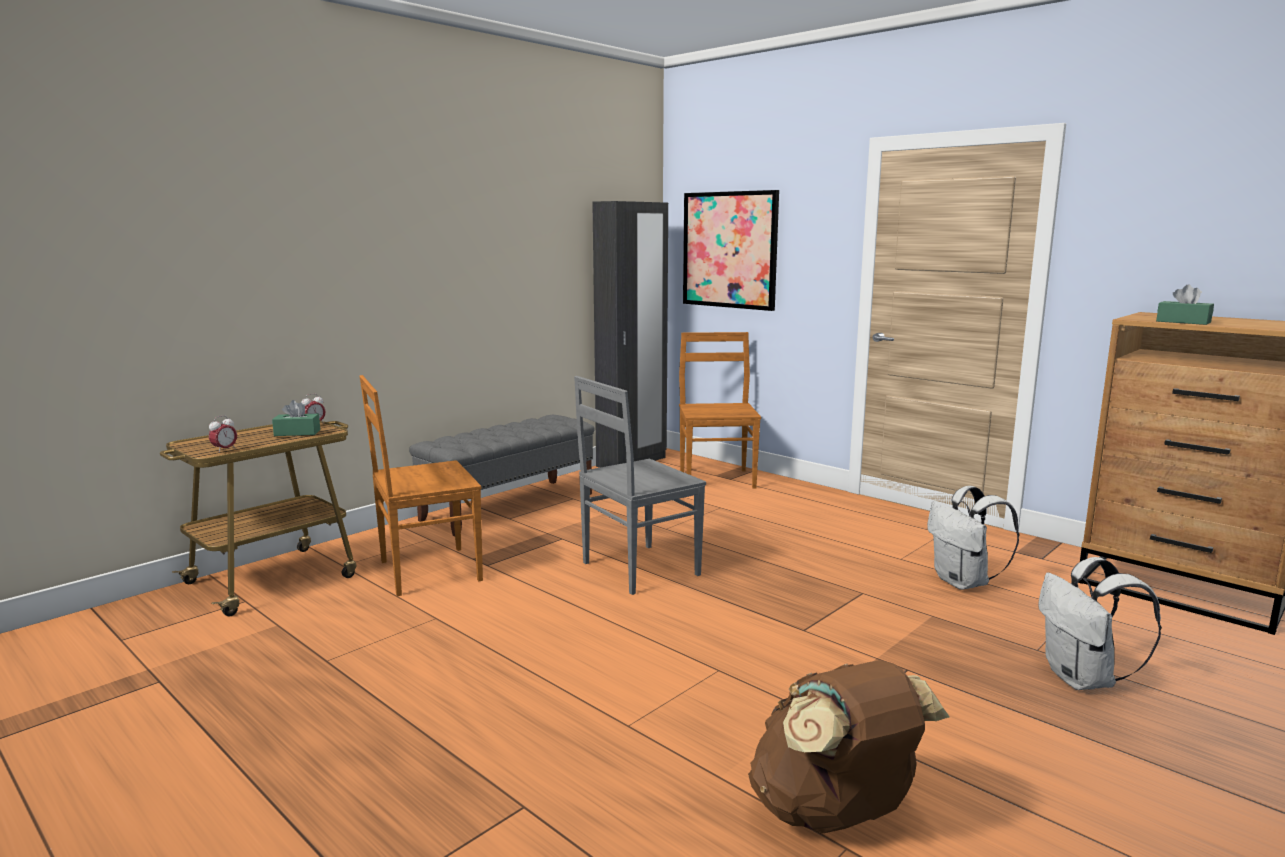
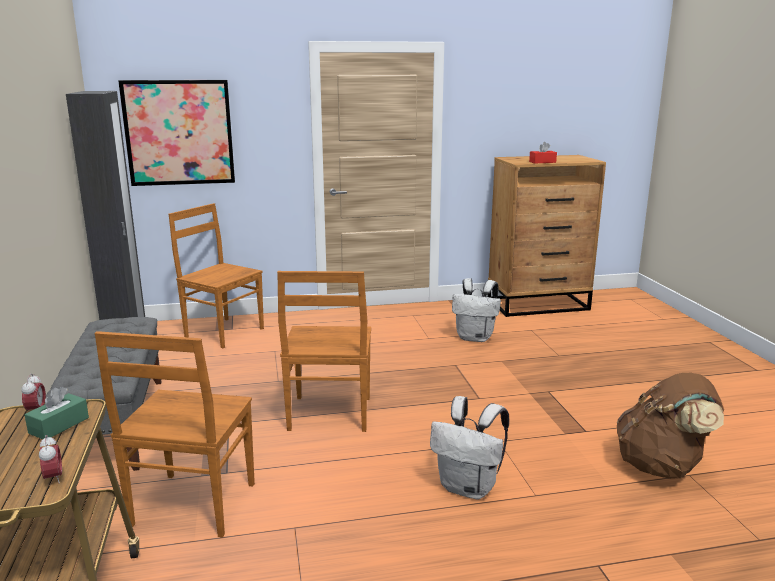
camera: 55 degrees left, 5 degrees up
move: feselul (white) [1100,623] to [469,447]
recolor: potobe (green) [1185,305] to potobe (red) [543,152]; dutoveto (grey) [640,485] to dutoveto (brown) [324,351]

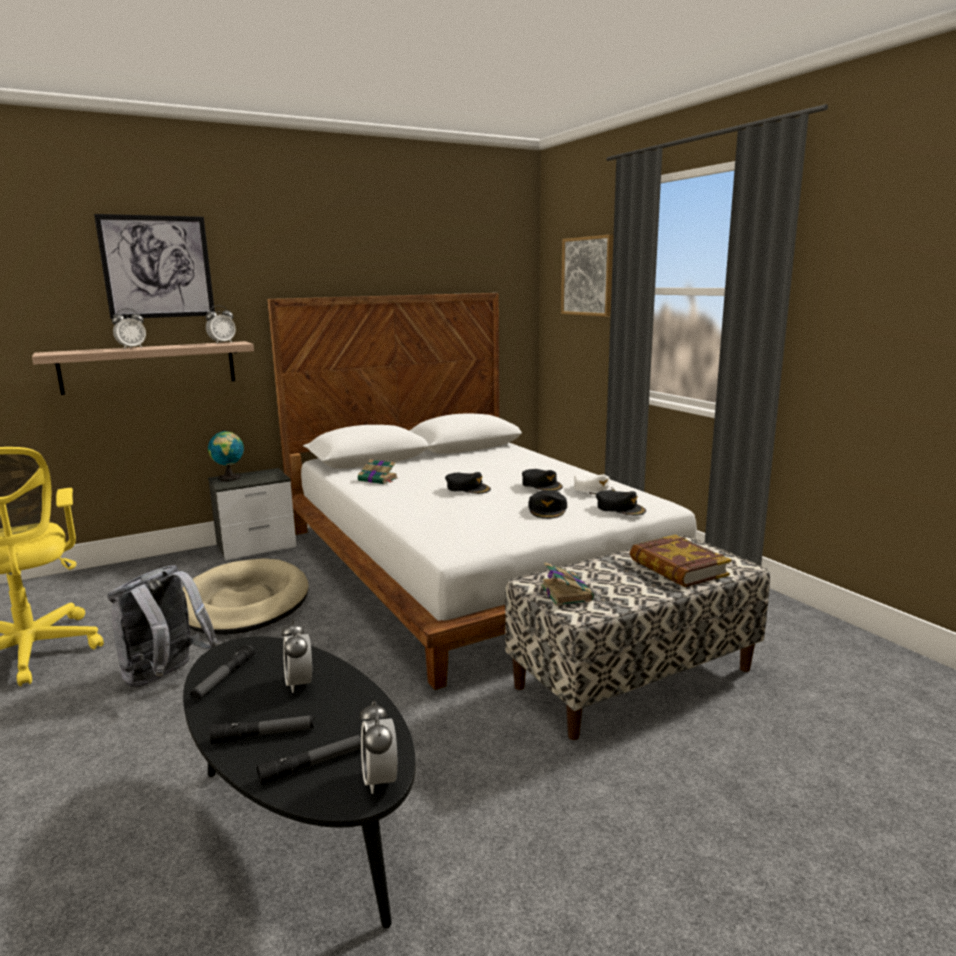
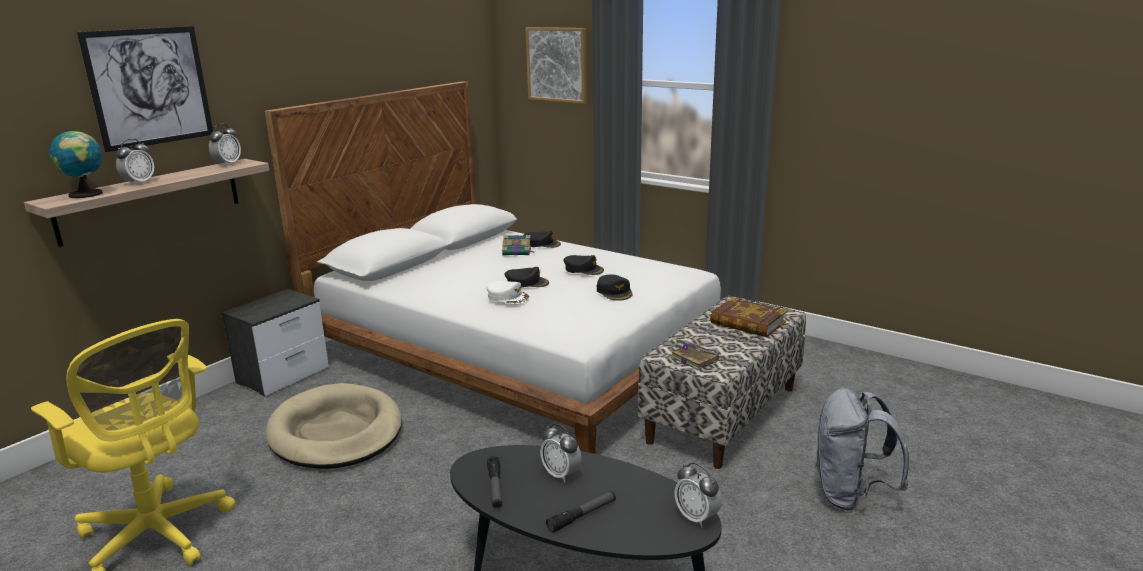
camera: 25 degrees left, 5 degrees up
delete: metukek [309,759]
move: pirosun [226,455] to [76,164]; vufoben [378,471] to [518,245]; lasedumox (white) [594,484] to [508,292]; lasedumox (black) [621,503] to [542,239]; feselul (grey) [163,626] to [861,449]

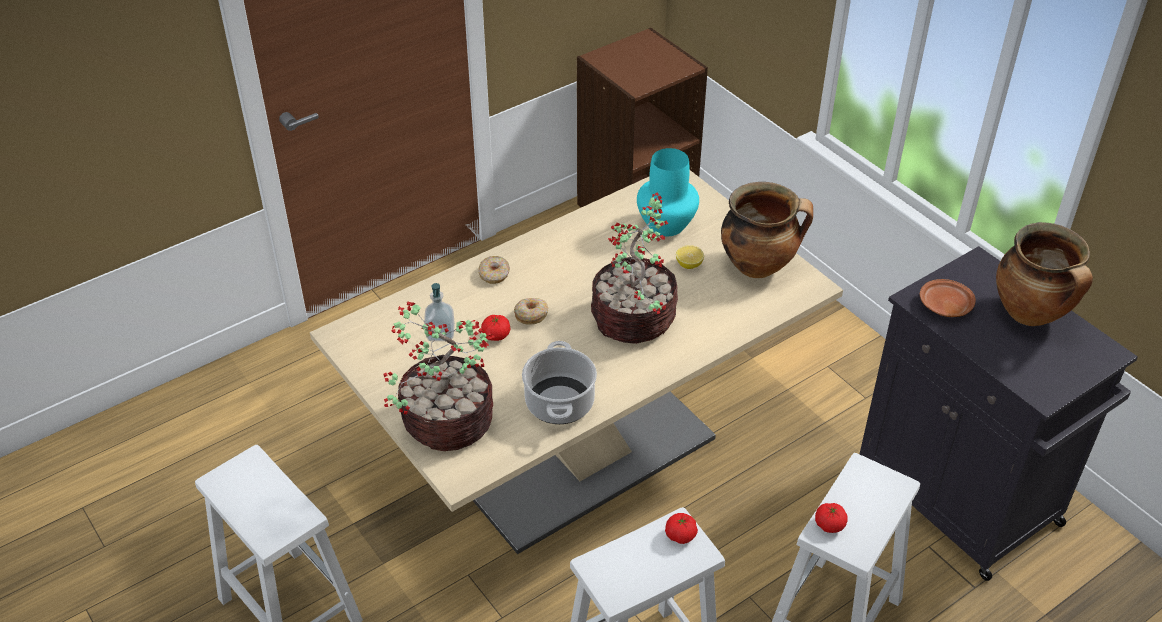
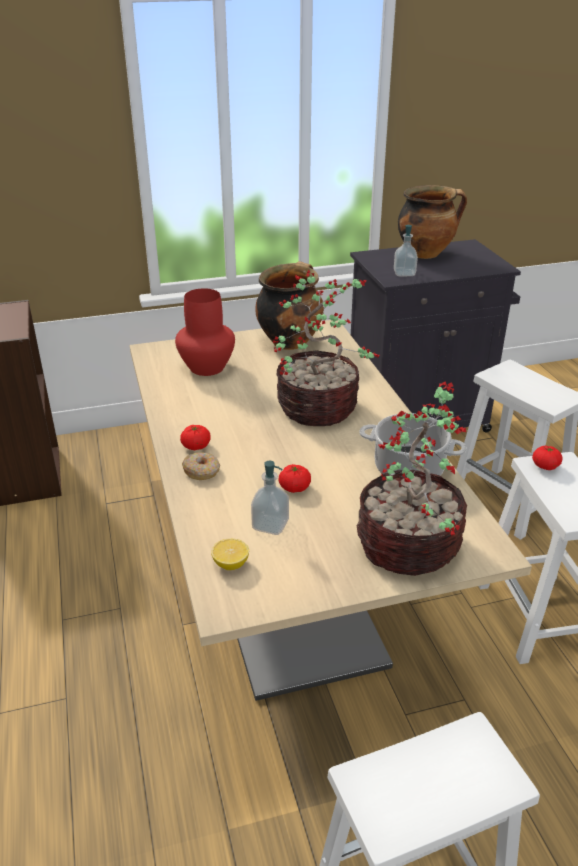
camera: 70 degrees left, 10 degrees down
delete: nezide [531,311]
move: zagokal [690,257] to [230,554]; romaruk [831,518] to [195,437]
replace: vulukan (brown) [948,298] to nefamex [406,250]
recolor: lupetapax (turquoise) [668,192] to lupetapax (red) [205,332]

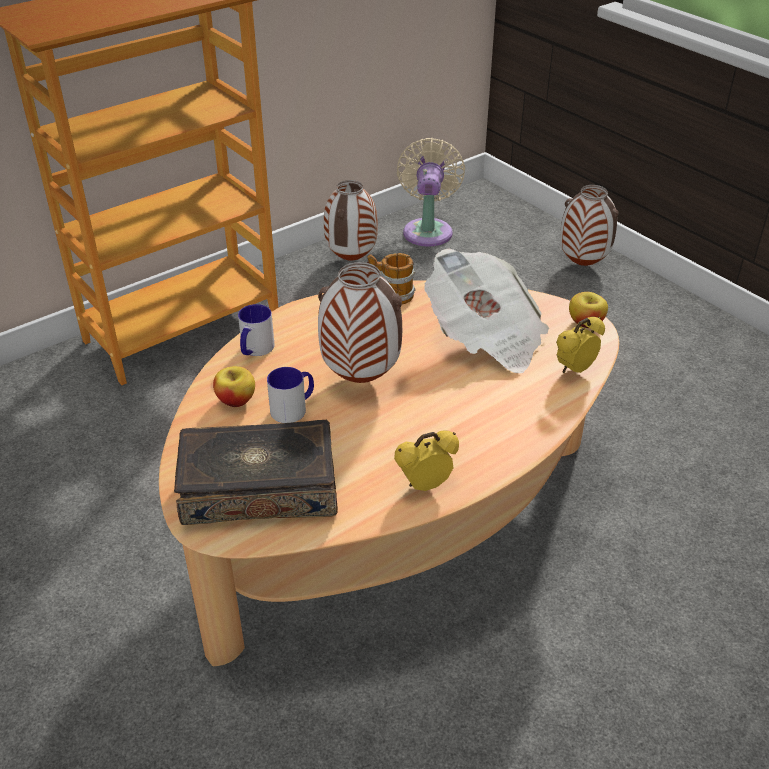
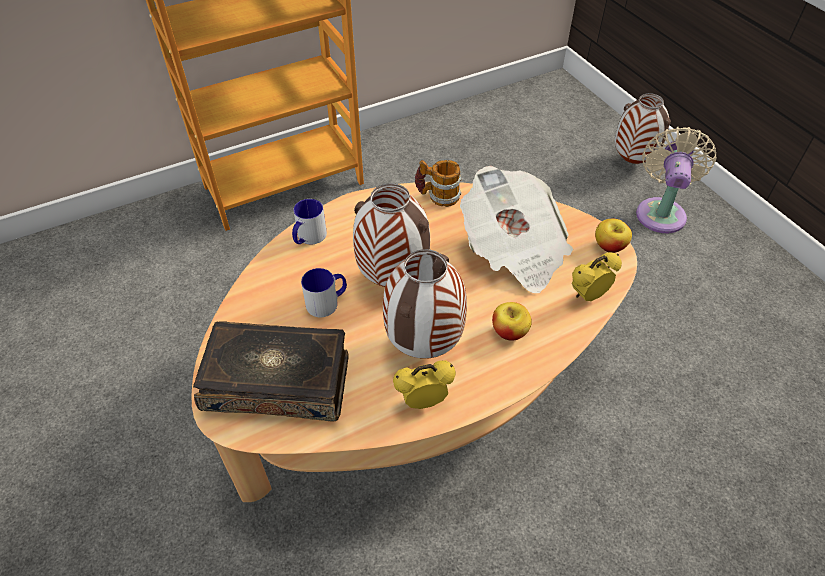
camera: 10 degrees right, 10 degrees up
move: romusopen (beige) [431,192] to [676,180]; lupetapax [351,220] to [425,304]; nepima [234,386] to [512,321]

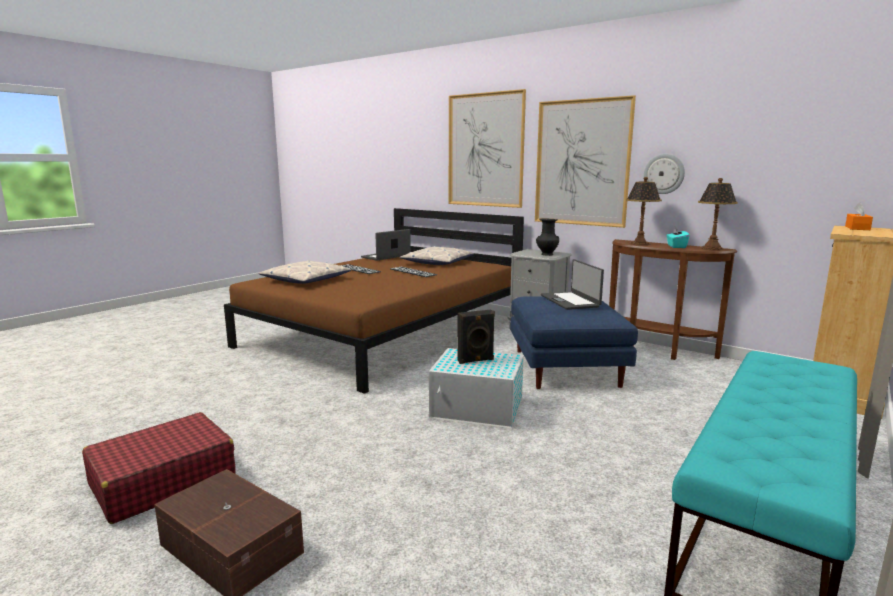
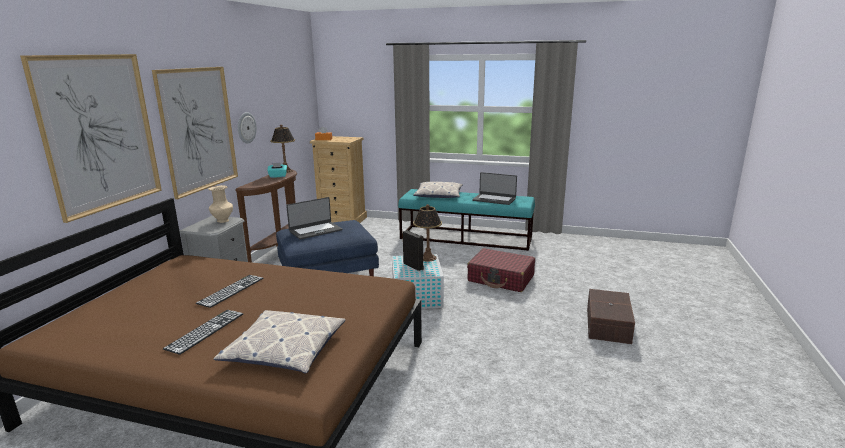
camera: 110 degrees left, 5 degrees up
move: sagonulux [644,211] to [427,232]; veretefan [386,245] to [494,188]; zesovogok [437,255] to [438,189]; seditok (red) [159,468] to [501,270]
recolor: lupetapax (black) [547,237] to lupetapax (beige) [220,204]

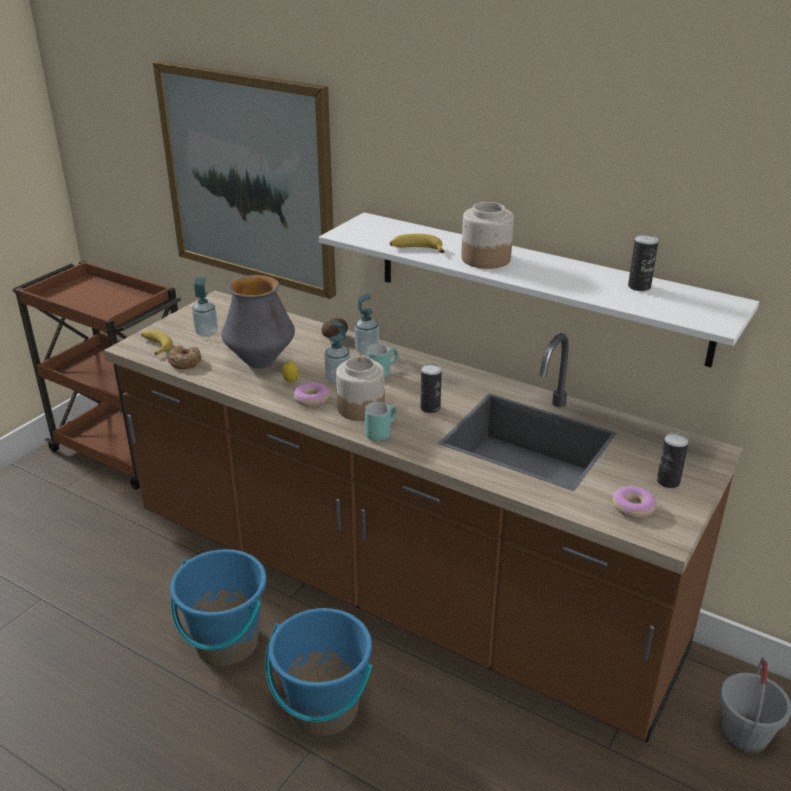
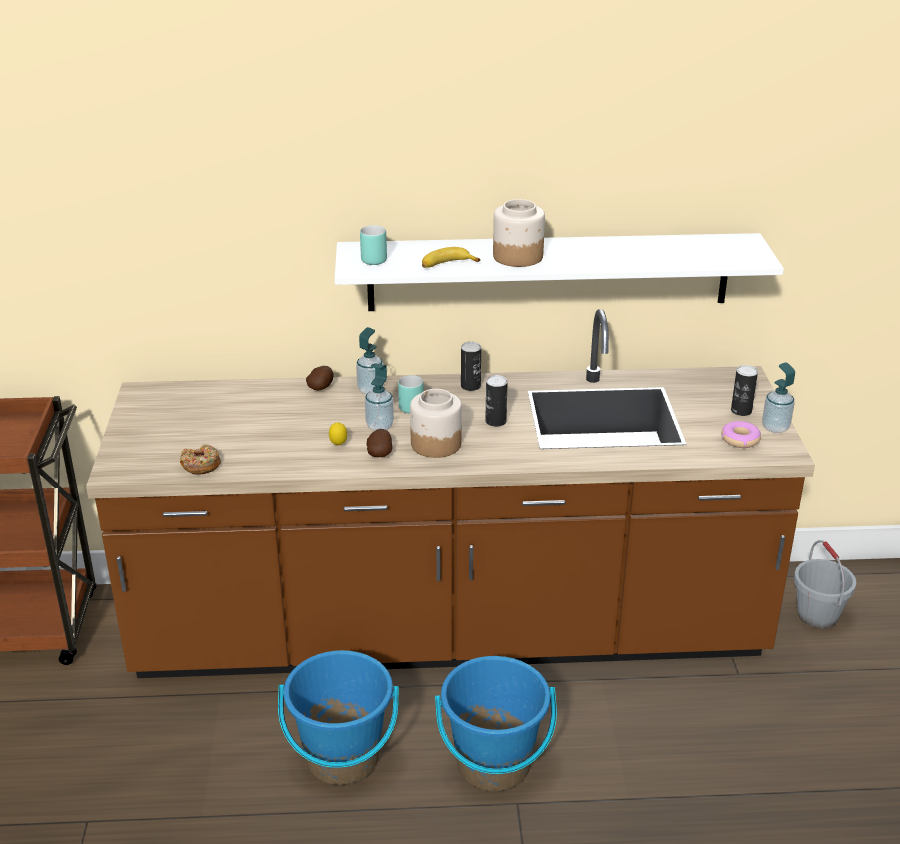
camera: 35 degrees left, 0 degrees up
delete: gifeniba [244,180]; lupetapax [258,322]; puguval [157,343]
move: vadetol [643,262] to [471,366]; nefamex [205,307] to [778,397]; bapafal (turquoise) [381,421] to [373,245]
replace: nezide [312,394] to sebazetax [379,443]

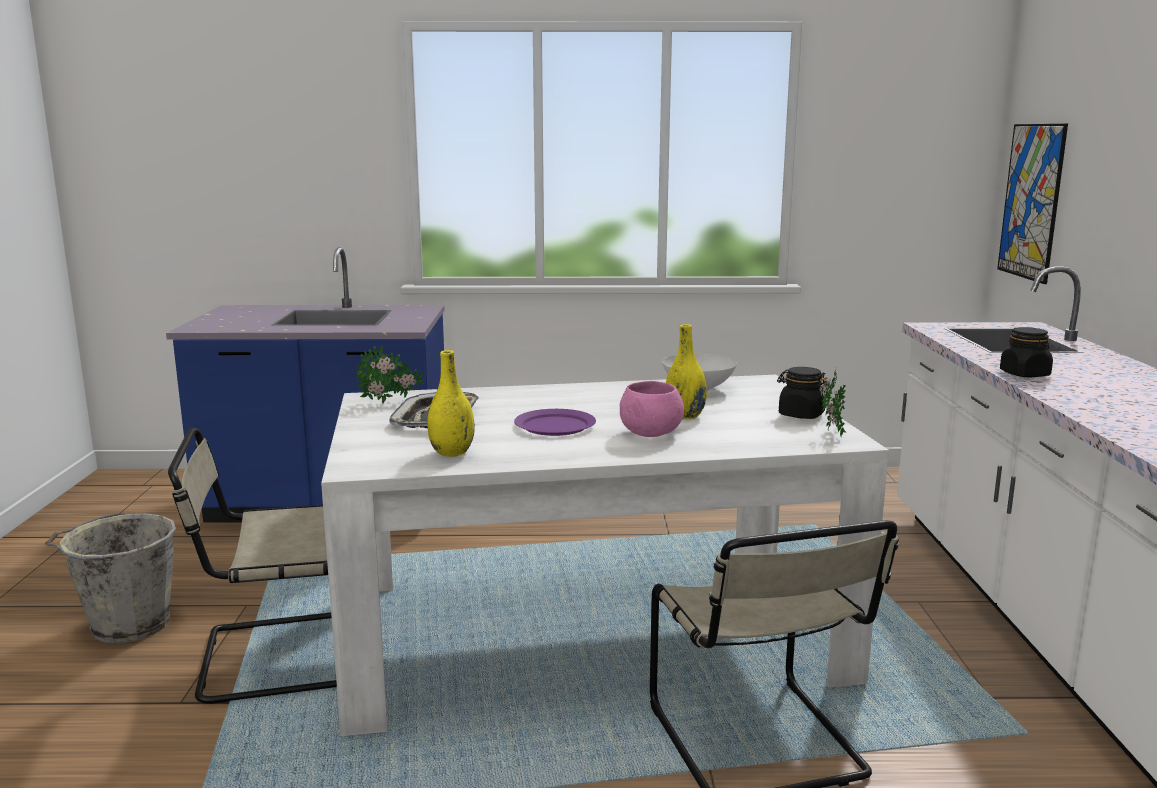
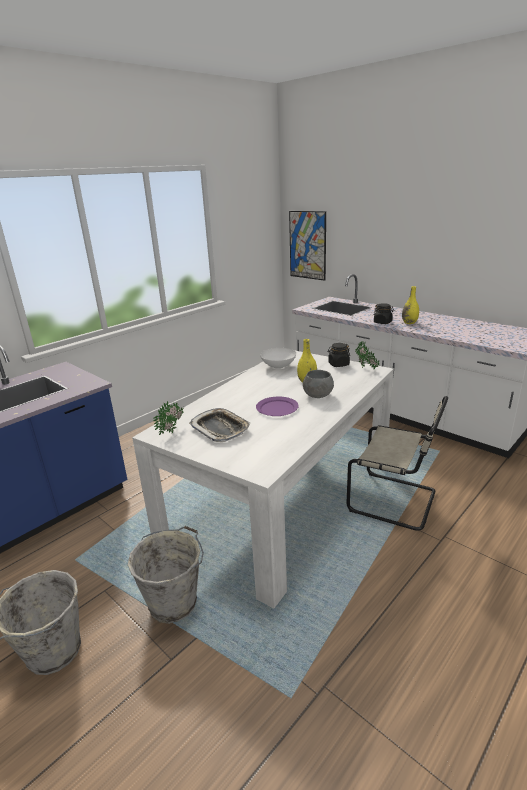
camera: 45 degrees left, 10 degrees up
move: lupetapax (yellow) [451,403] to [410,305]
replace: dutoveto (beige) [252,566] to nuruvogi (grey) [166,575]
recolor: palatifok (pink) [652,409] to palatifok (grey) [318,384]

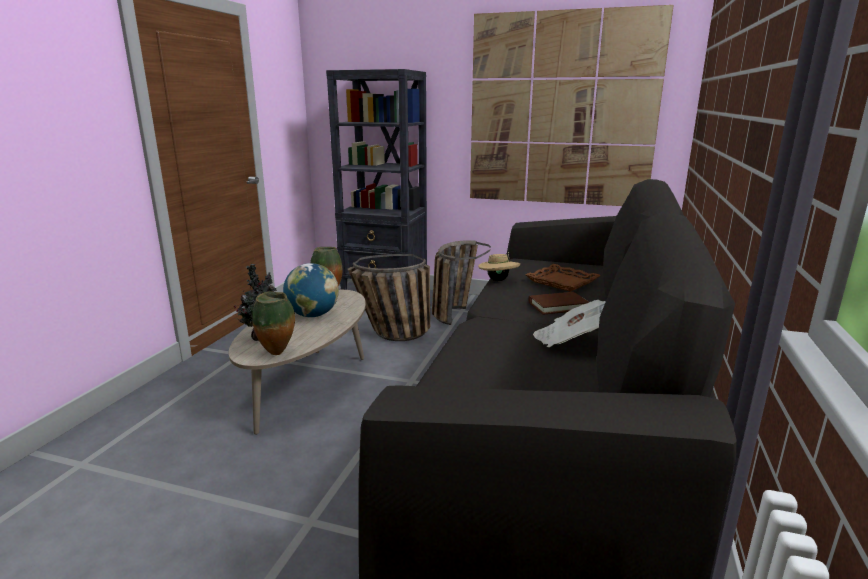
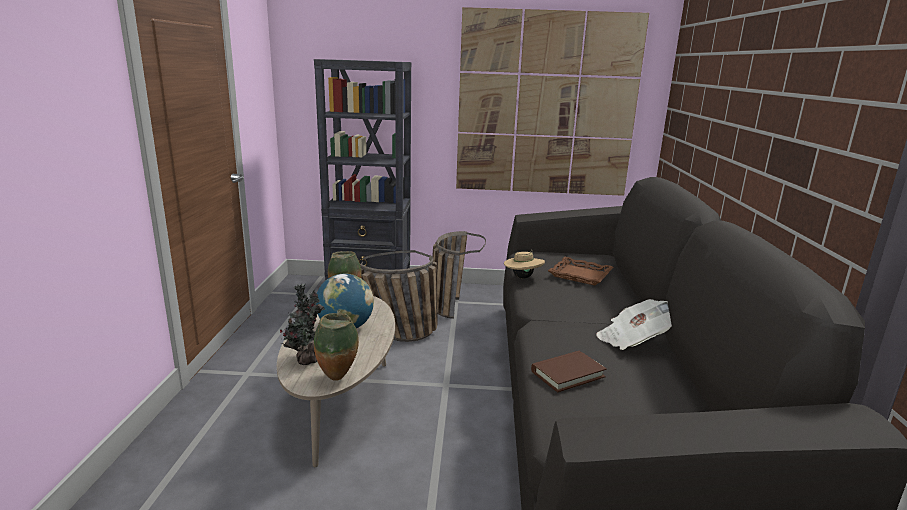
camera: 15 degrees left, 0 degrees up
move: vufoben (brown) [559,303] to [569,371]

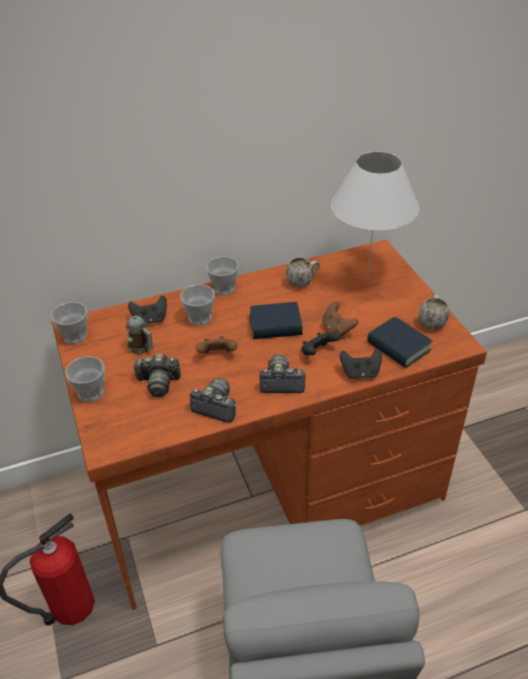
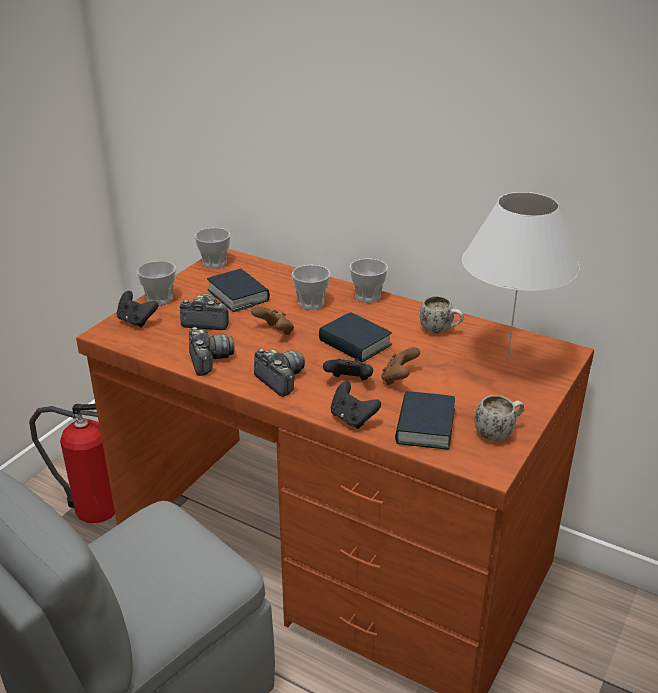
camera: 50 degrees right, 10 degrees down
move: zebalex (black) [147,310] to [137,309]
replace: bapafal [139,335] to vufoben [238,290]
rotate: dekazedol [156,375] = [205,311] 135 degrees clockwise

